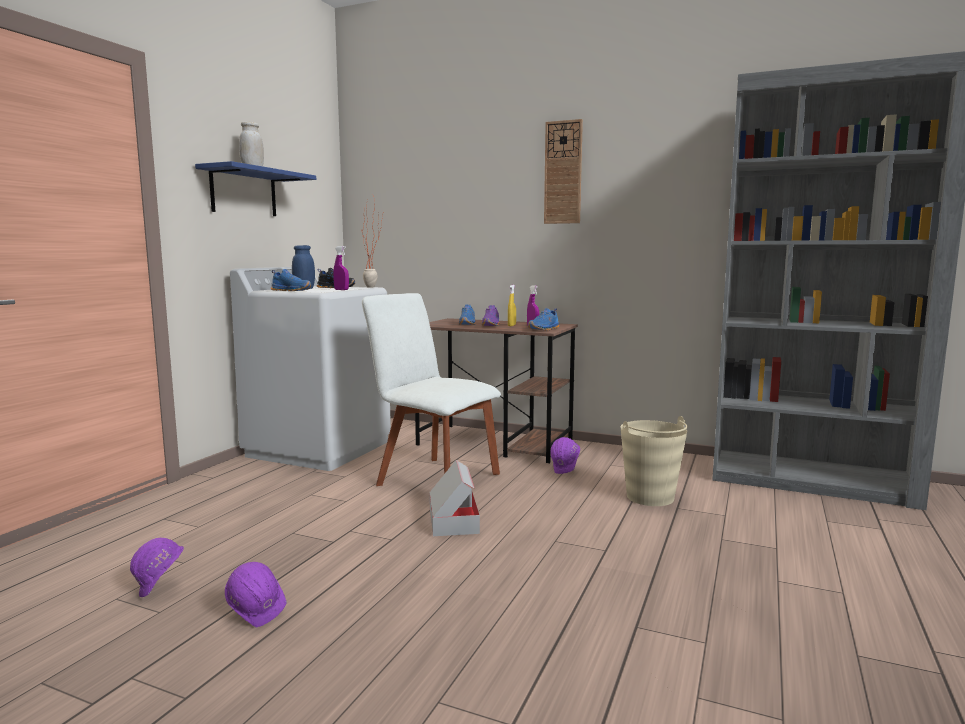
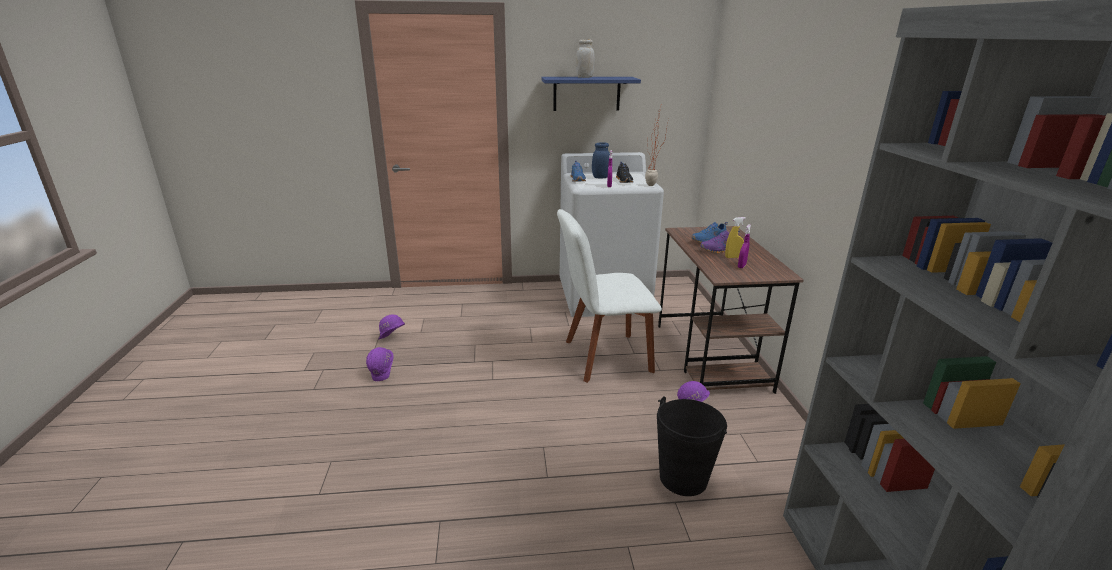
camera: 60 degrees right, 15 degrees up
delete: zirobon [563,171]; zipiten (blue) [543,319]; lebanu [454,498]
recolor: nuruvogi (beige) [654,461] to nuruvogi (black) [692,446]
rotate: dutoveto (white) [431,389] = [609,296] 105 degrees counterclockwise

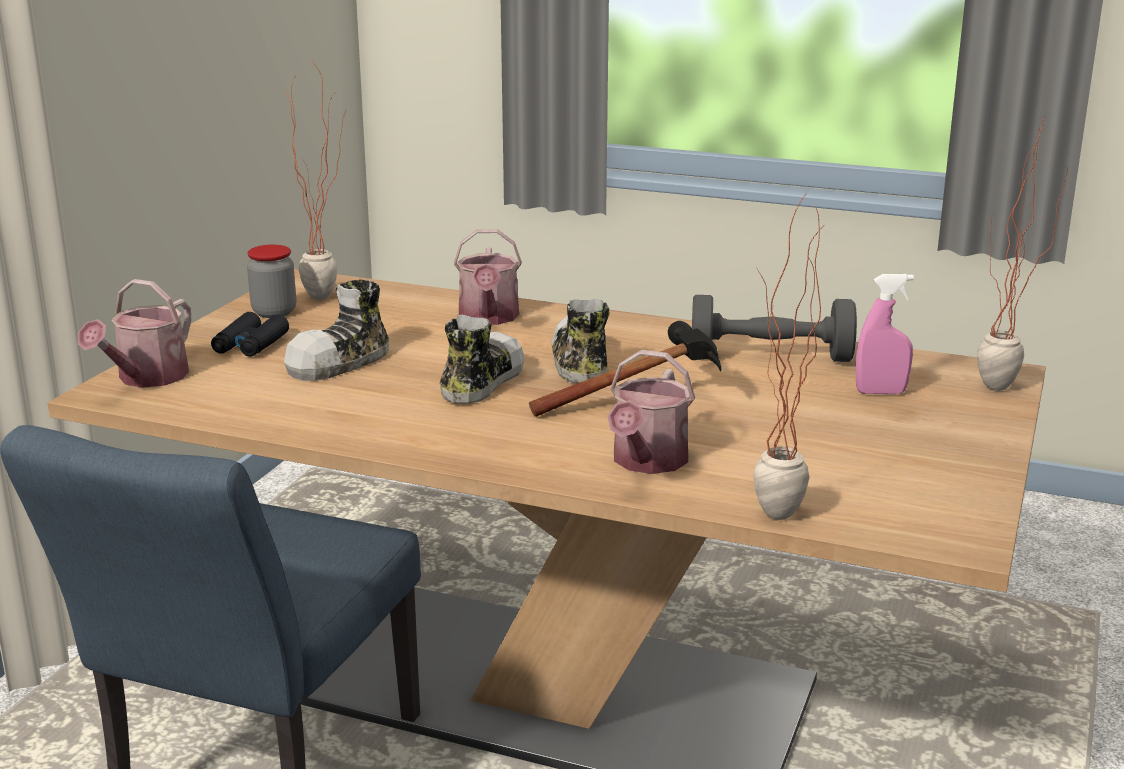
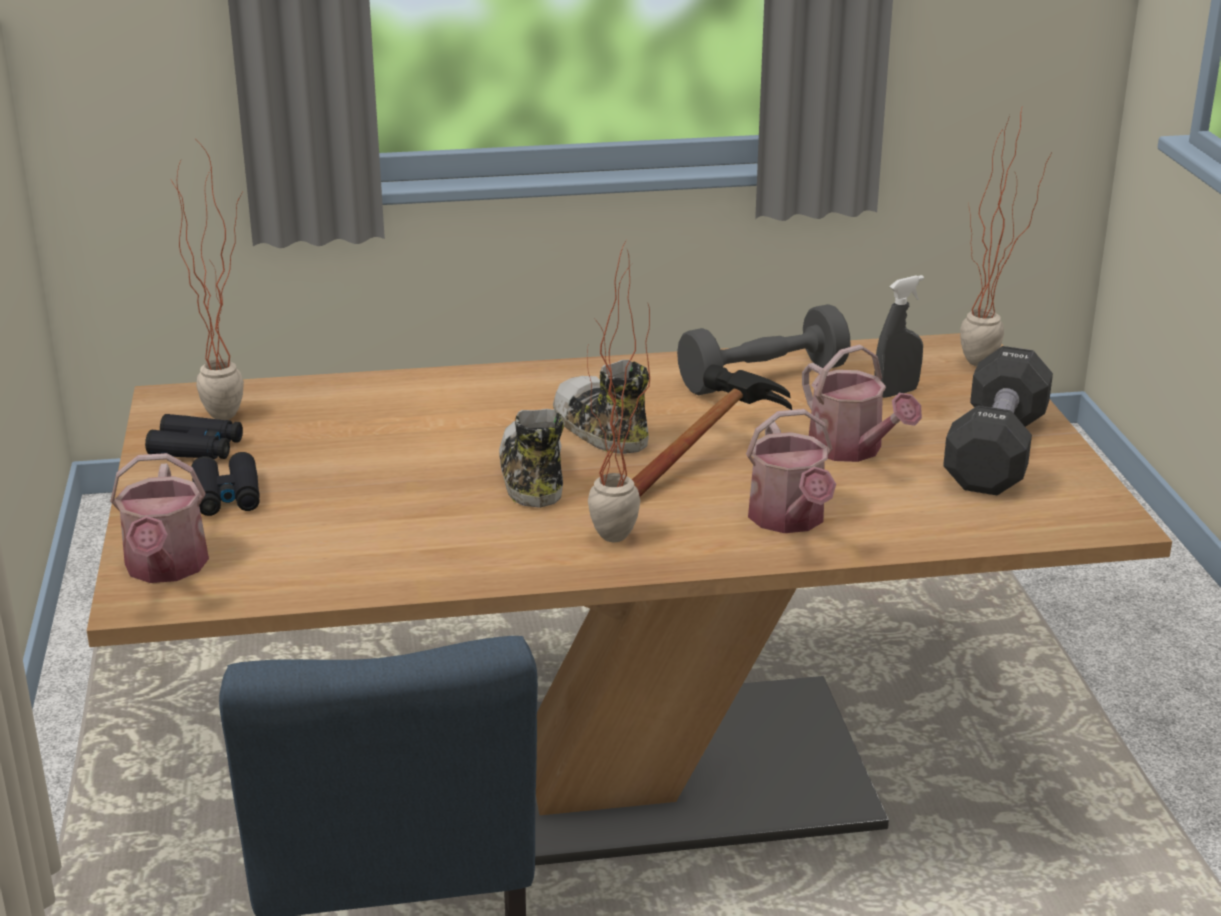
camera: 30 degrees left, 5 degrees up
delete: zipiten [336,330]
insert: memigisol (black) [998,420]
move: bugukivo [787,356] to [618,391]; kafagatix [488,277] to [862,403]
replace: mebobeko [271,281] to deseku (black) [194,436]
recolor: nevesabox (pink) [885,334] to nevesabox (grey) [899,336]

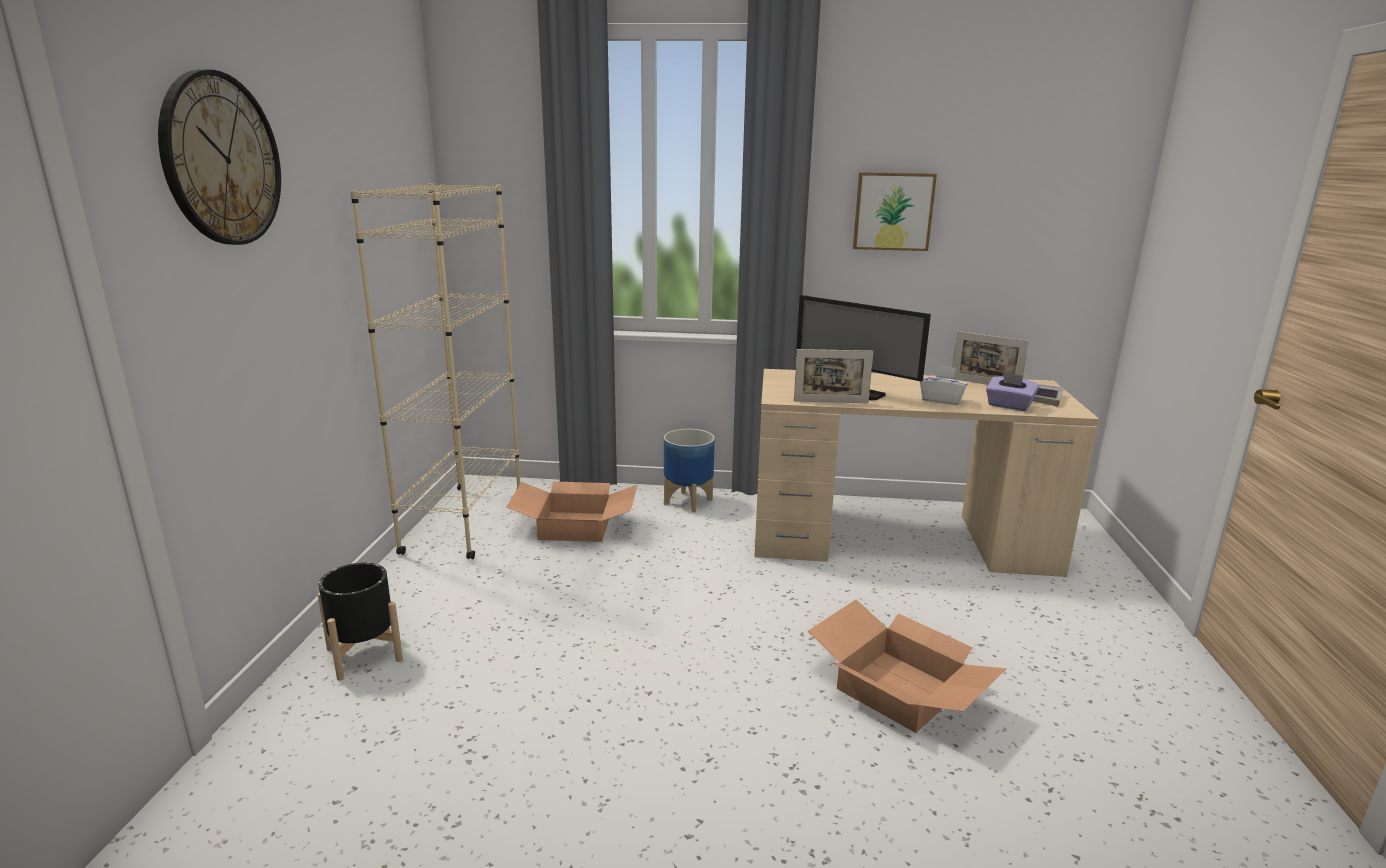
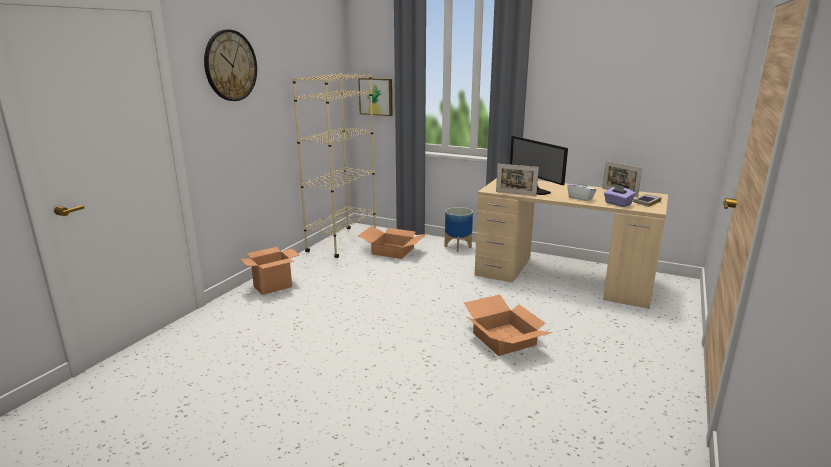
camera: 20 degrees right, 0 degrees up
move: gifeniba [895,211] to [375,97]
replace: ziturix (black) [360,621] to lebanu [270,271]

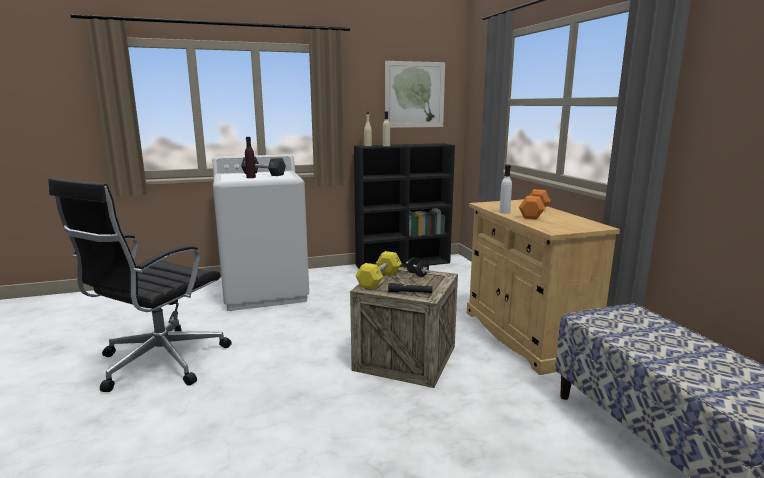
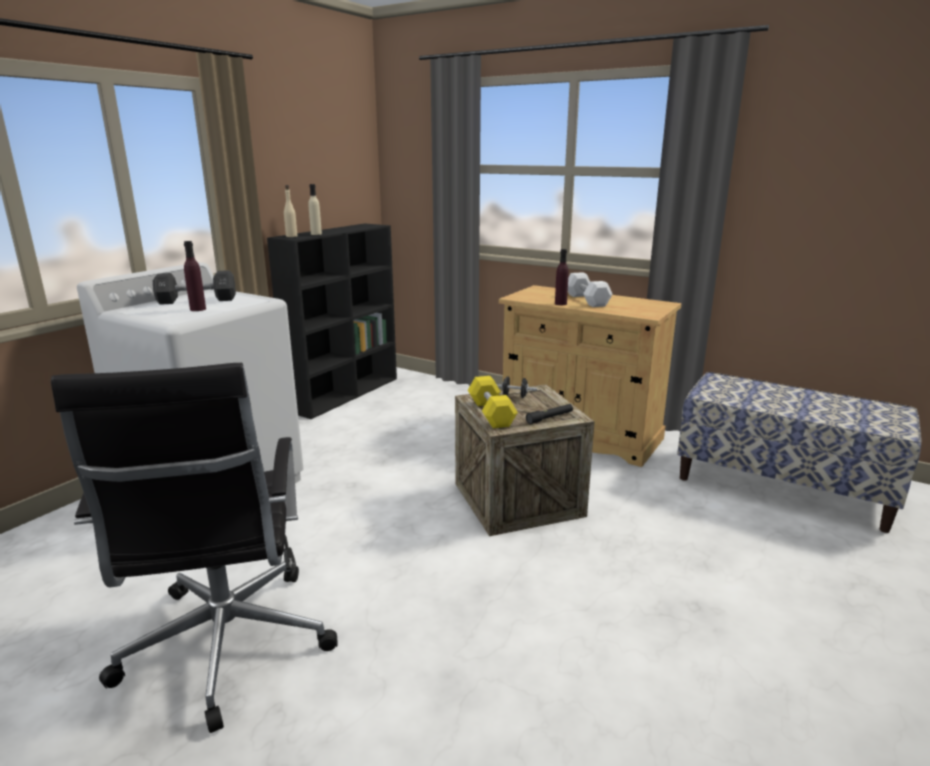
camera: 40 degrees left, 5 degrees up
delete: gifeniba [415,94]
recolor: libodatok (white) [505,189] to libodatok (purple) [562,277]; memigisol (orange) [535,204] to memigisol (white) [590,289]

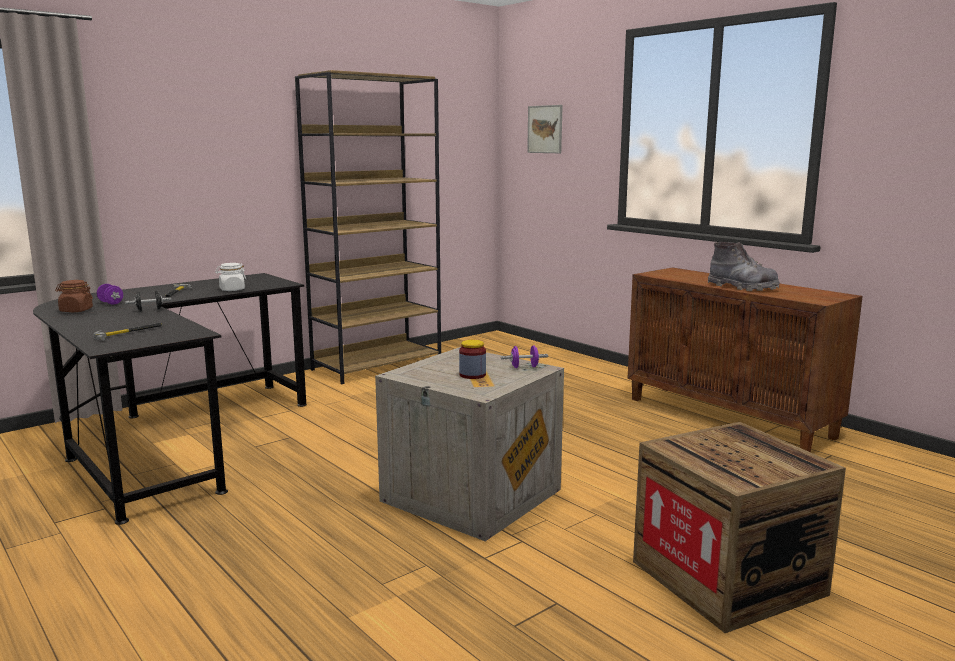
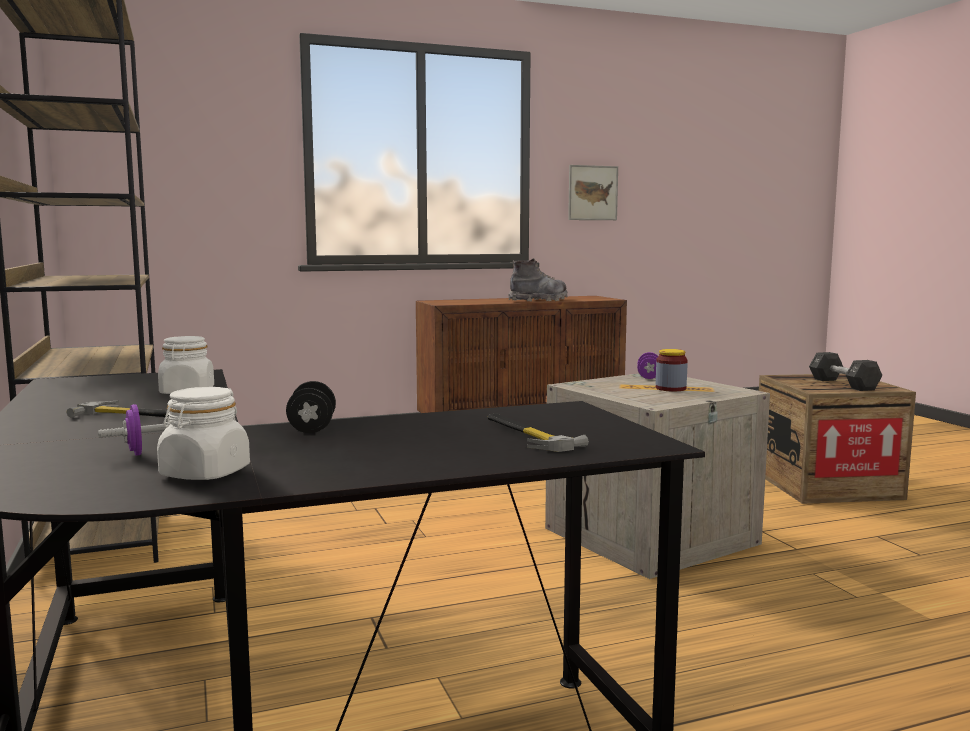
camera: 70 degrees left, 5 degrees down
insert: memigisol (black) [846,371]
move: gifeniba [545,129] to [593,192]
recolor: mebobeko (brown) [74,296] to mebobeko (white) [203,433]

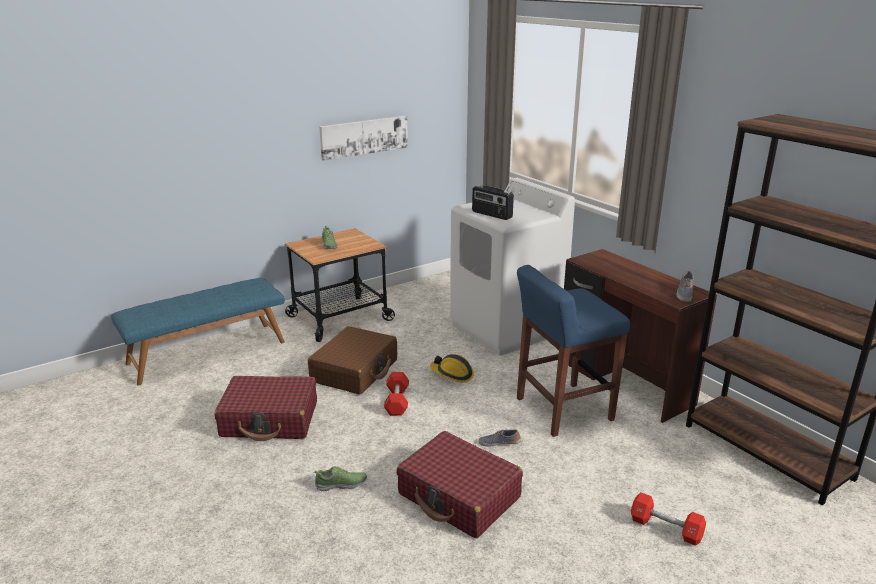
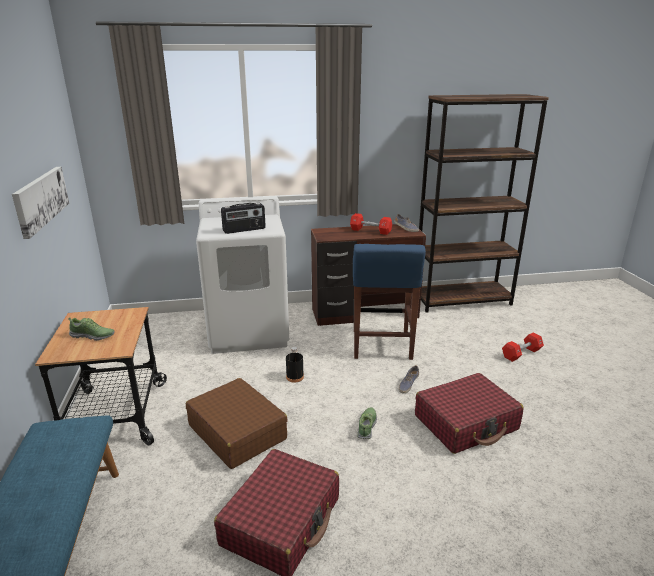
camera: 65 degrees left, 0 degrees up
move: memigisol (red) [396,394] to [371,224]; zipiten [340,478] to [367,423]
replace: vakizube [452,368] to libodatok (black) [295,364]

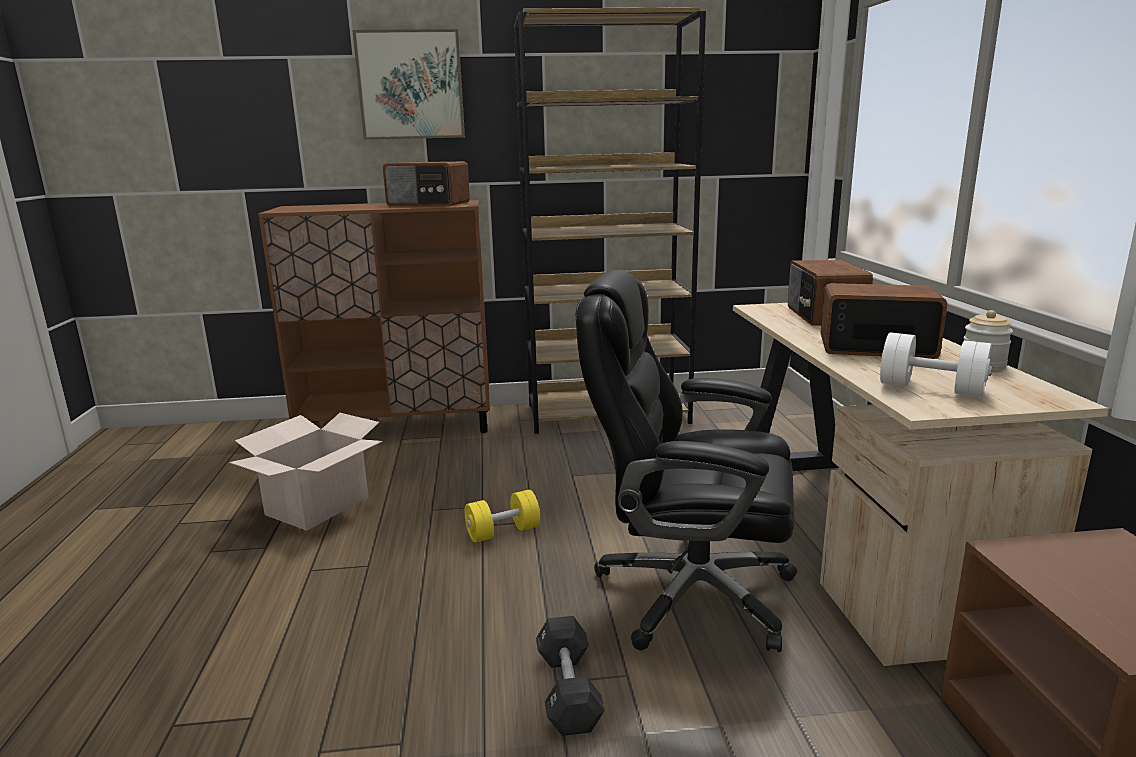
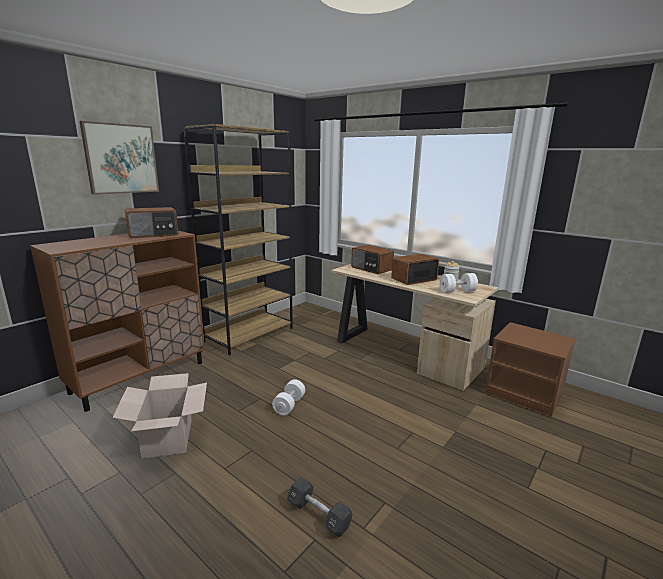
camera: 45 degrees left, 0 degrees up
delete: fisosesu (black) [686,460]
move: memigisol (black) [570,676] to [319,507]
recolor: memigisol (yellow) [502,516] to memigisol (white) [288,397]

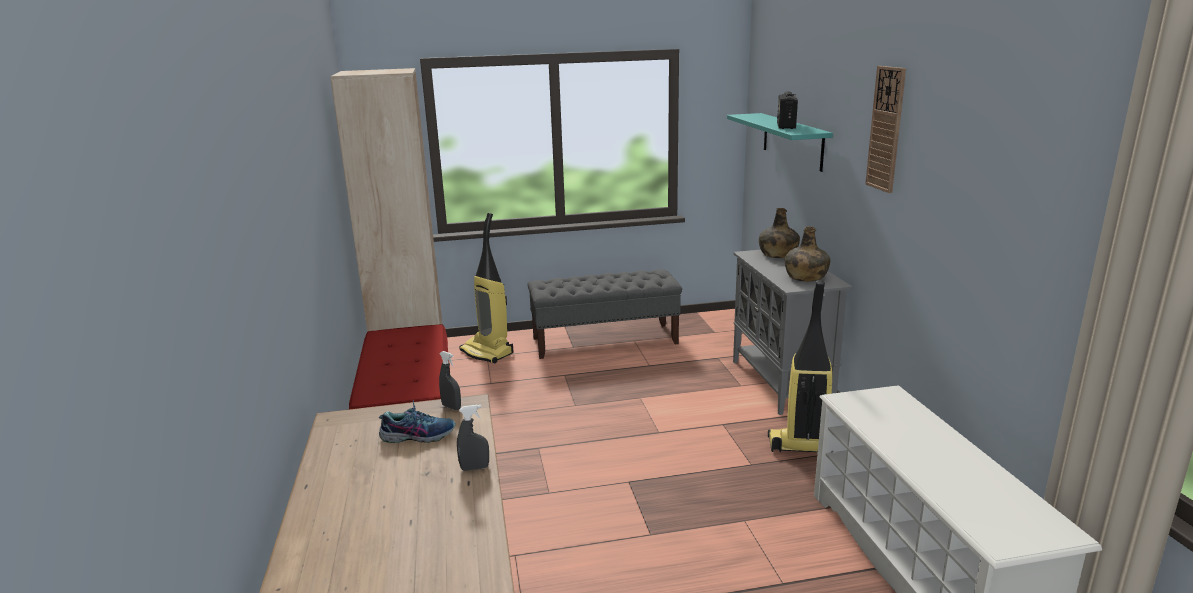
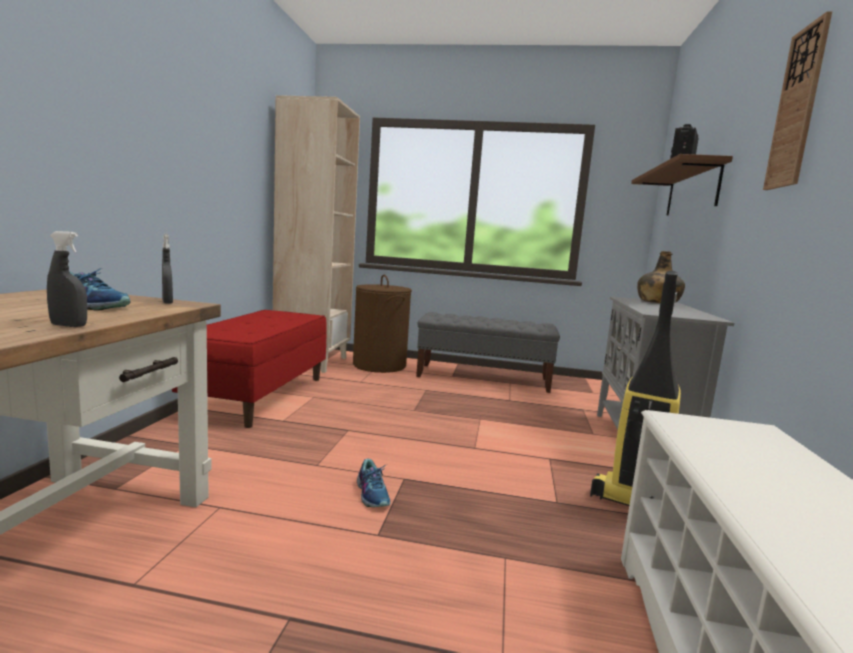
camera: 20 degrees right, 10 degrees down
delete: libodatok (green) [807,253]
insert: zipiten [374,483]
replace: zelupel [486,288] to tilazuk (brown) [382,324]
recolor: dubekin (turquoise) [780,142] to dubekin (brown) [682,184]

